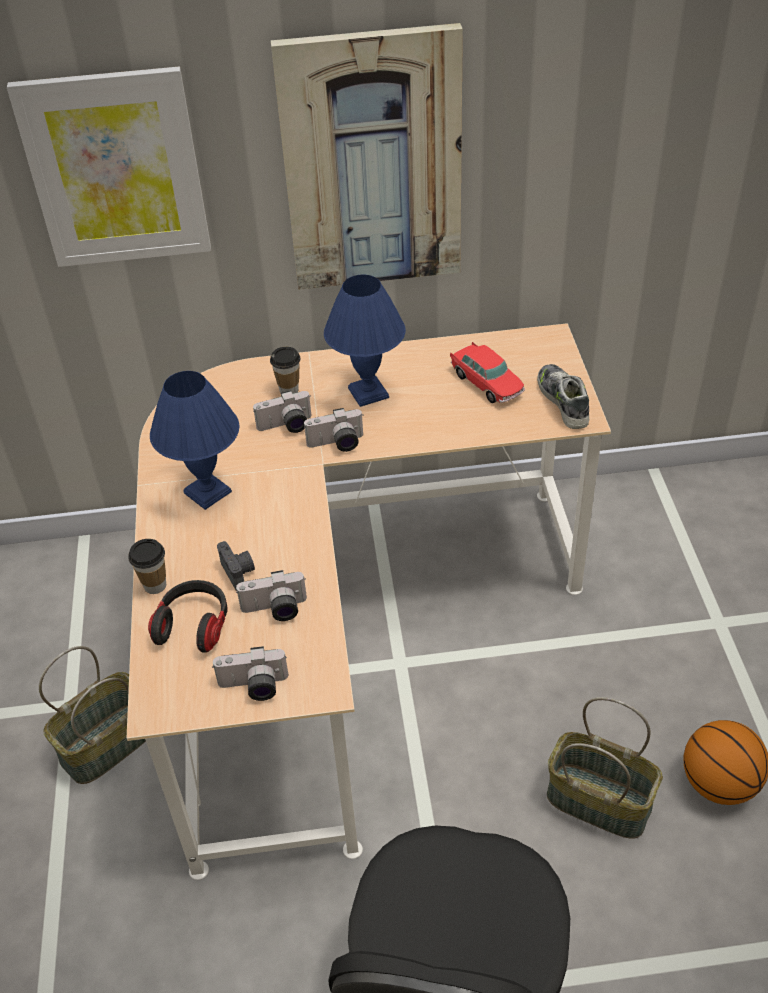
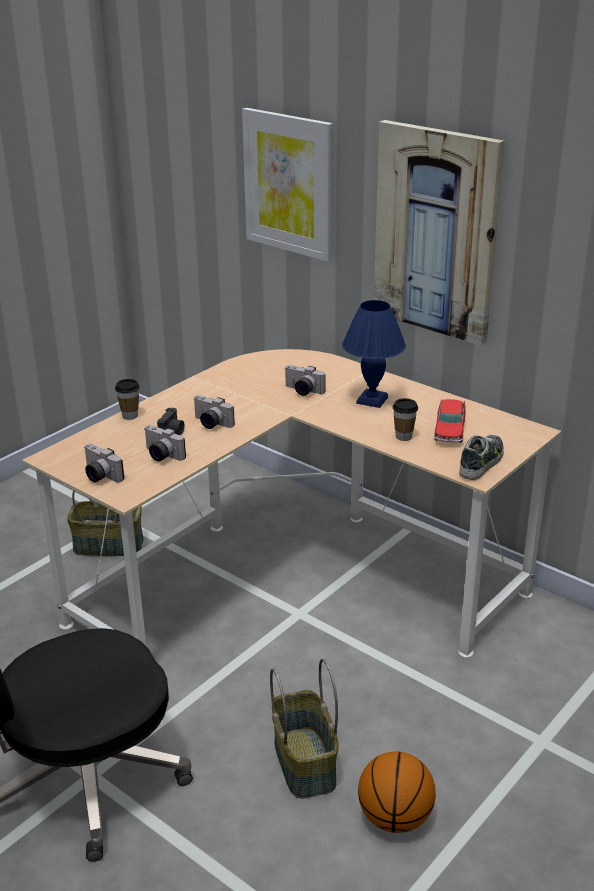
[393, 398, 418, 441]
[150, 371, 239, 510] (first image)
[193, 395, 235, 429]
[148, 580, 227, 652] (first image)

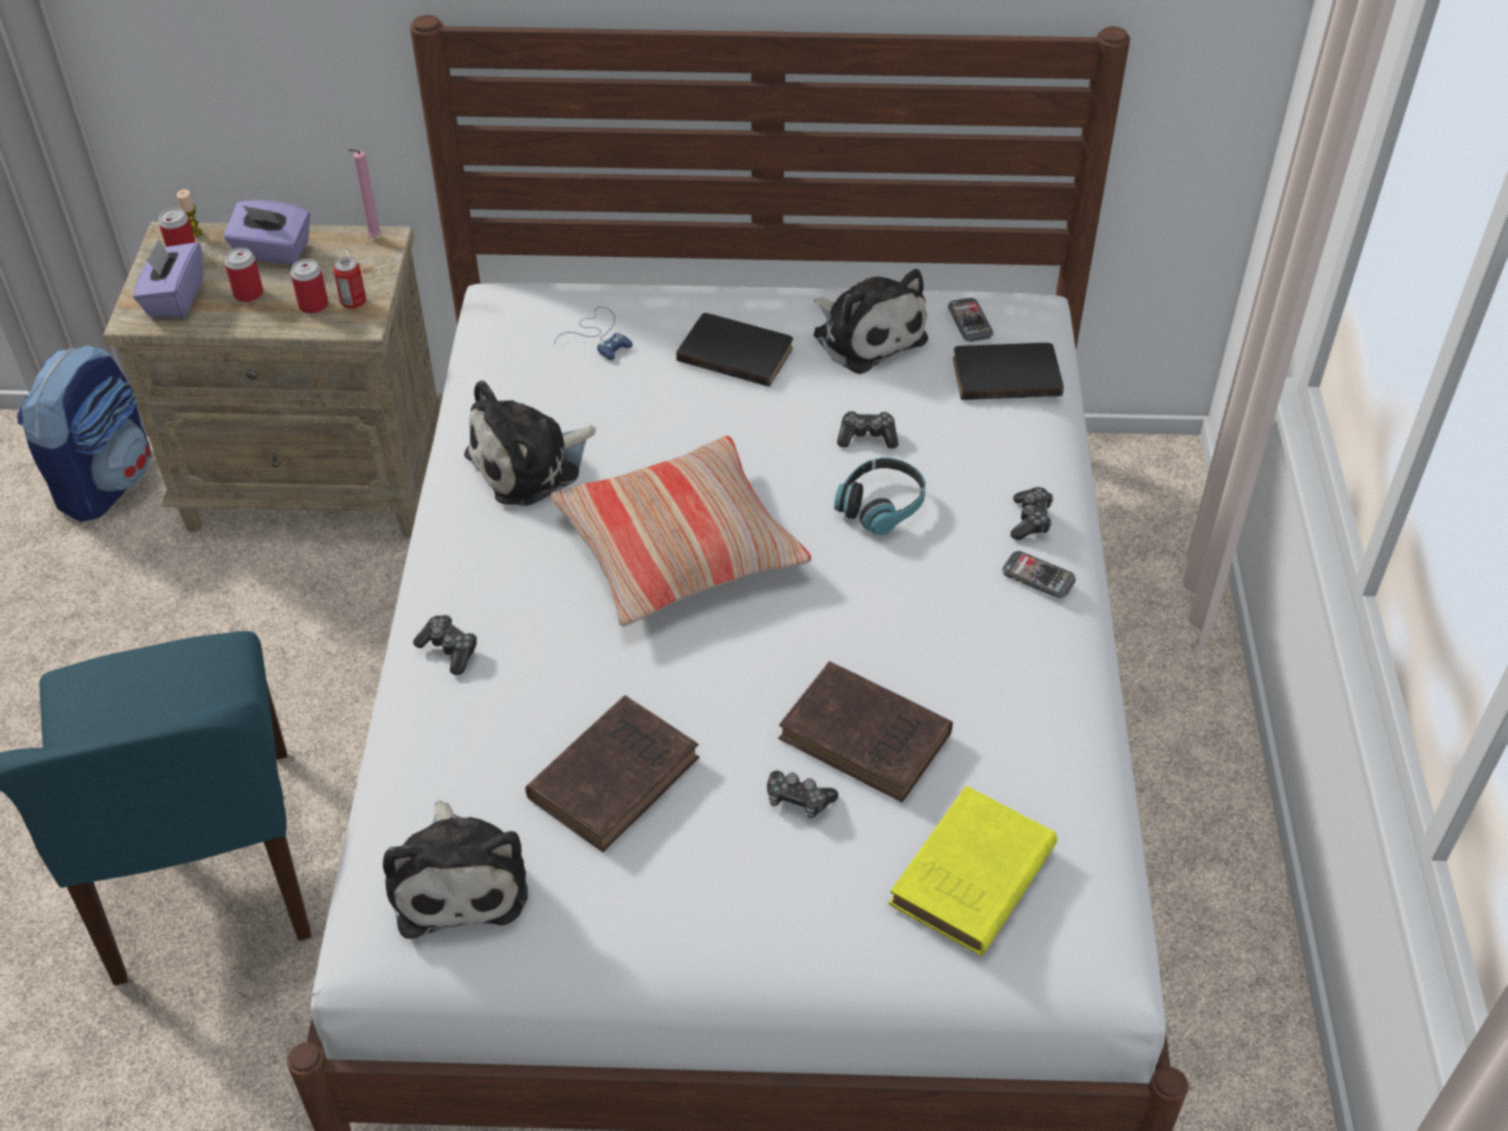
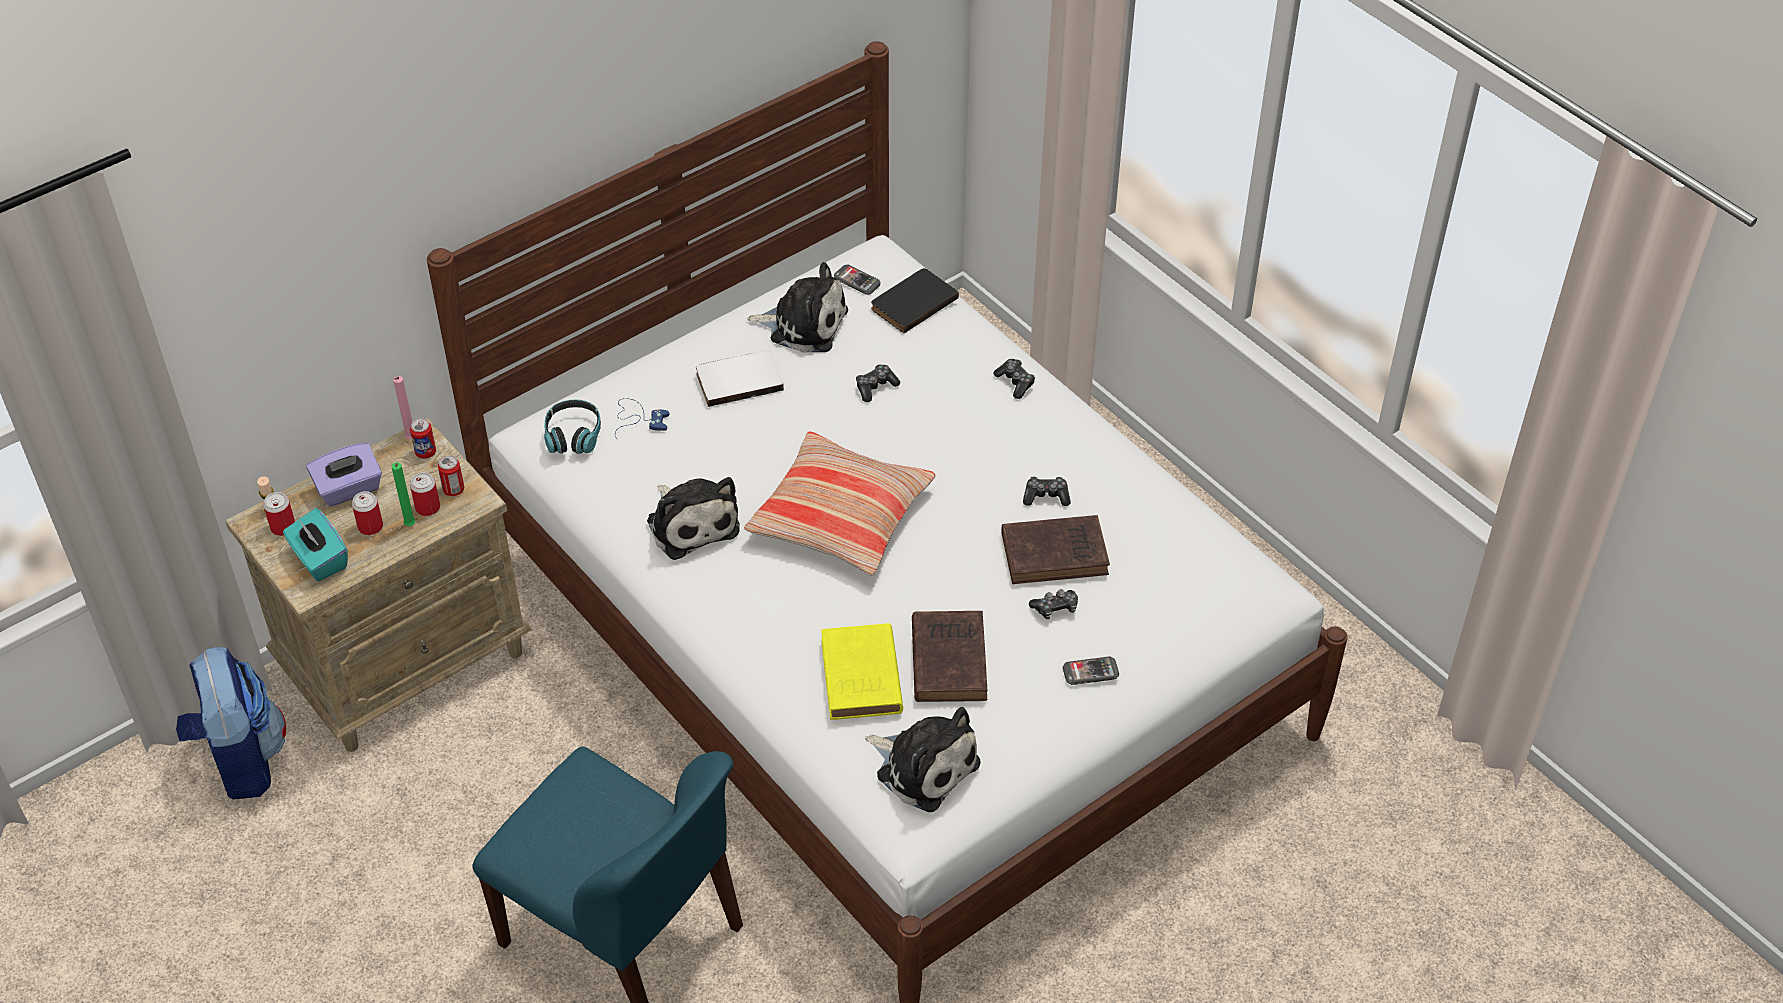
[283, 508, 348, 581]
[696, 350, 784, 407]
[647, 477, 740, 560]
[544, 399, 601, 454]
[1063, 656, 1119, 685]
[1023, 476, 1071, 506]
[821, 623, 903, 720]
[410, 418, 436, 459]
[391, 462, 415, 526]

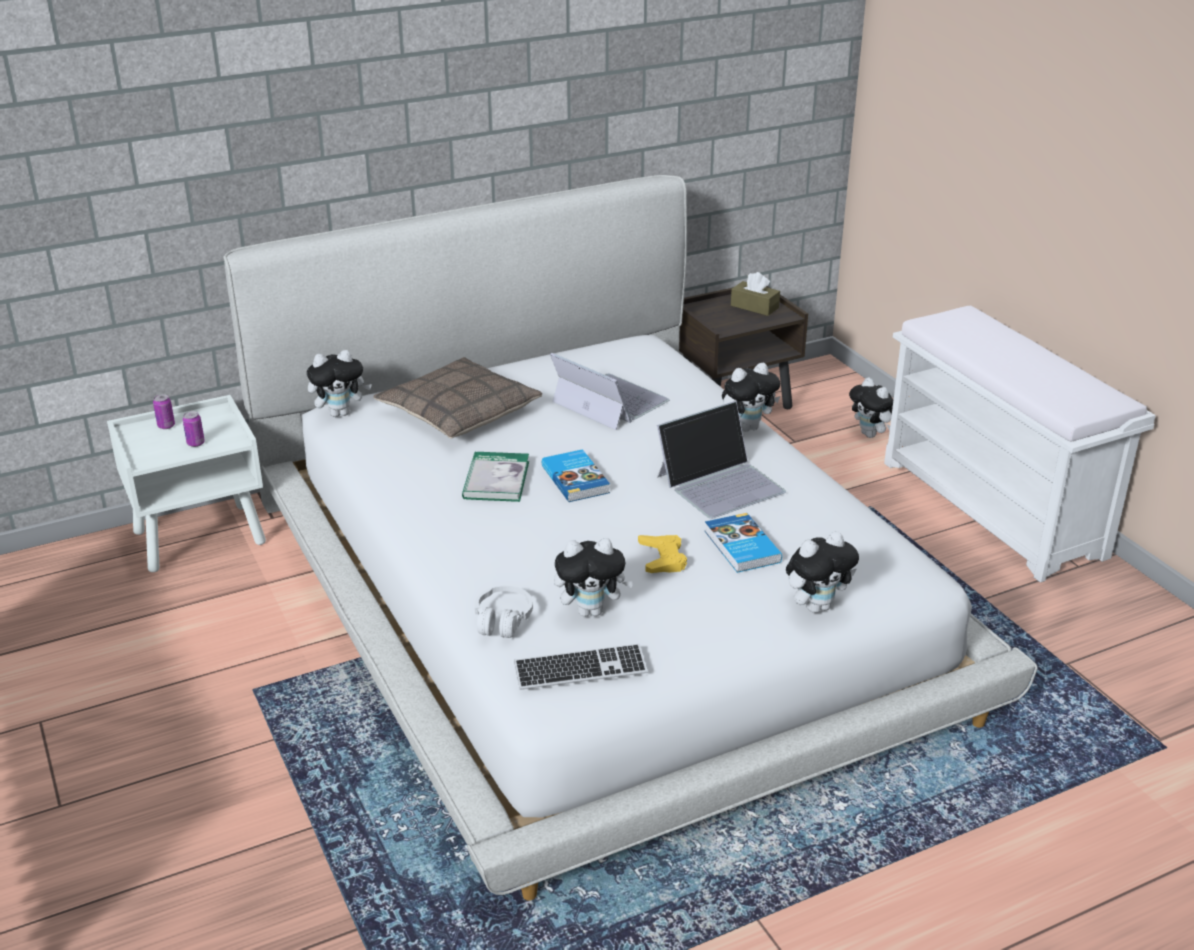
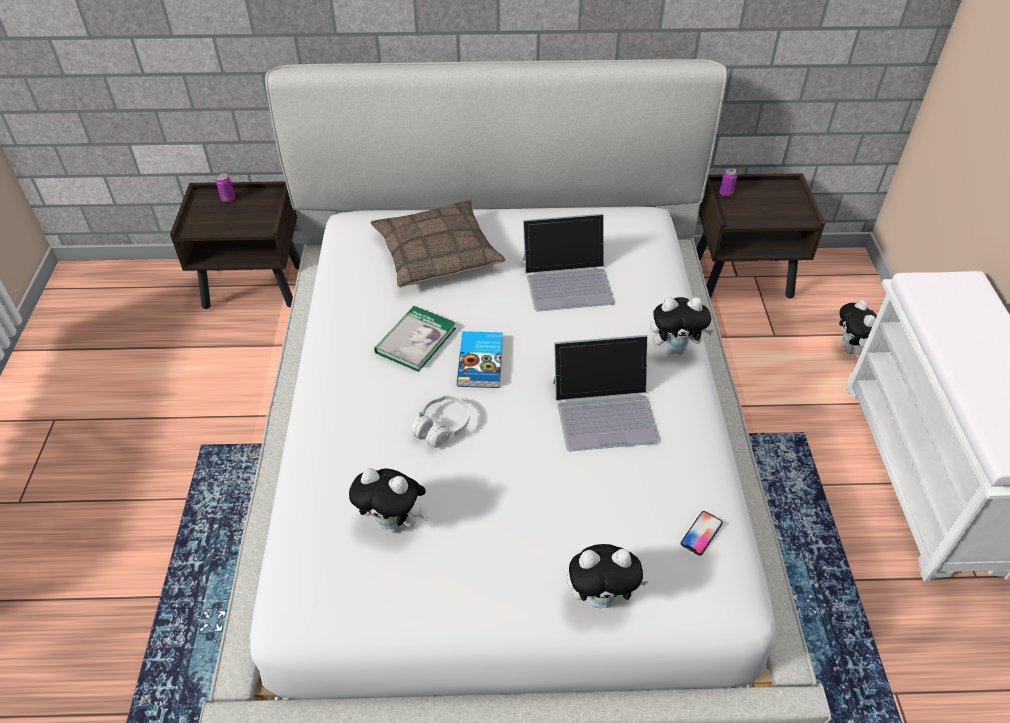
[731, 272, 780, 316] (first image)
[307, 350, 372, 417] (first image)
[523, 214, 615, 311]
[170, 181, 301, 309]
[719, 168, 737, 196]
[705, 513, 782, 573] (first image)
[638, 535, 687, 573] (first image)
[411, 395, 470, 448]
[514, 643, 648, 690] (first image)
[680, 511, 723, 556]

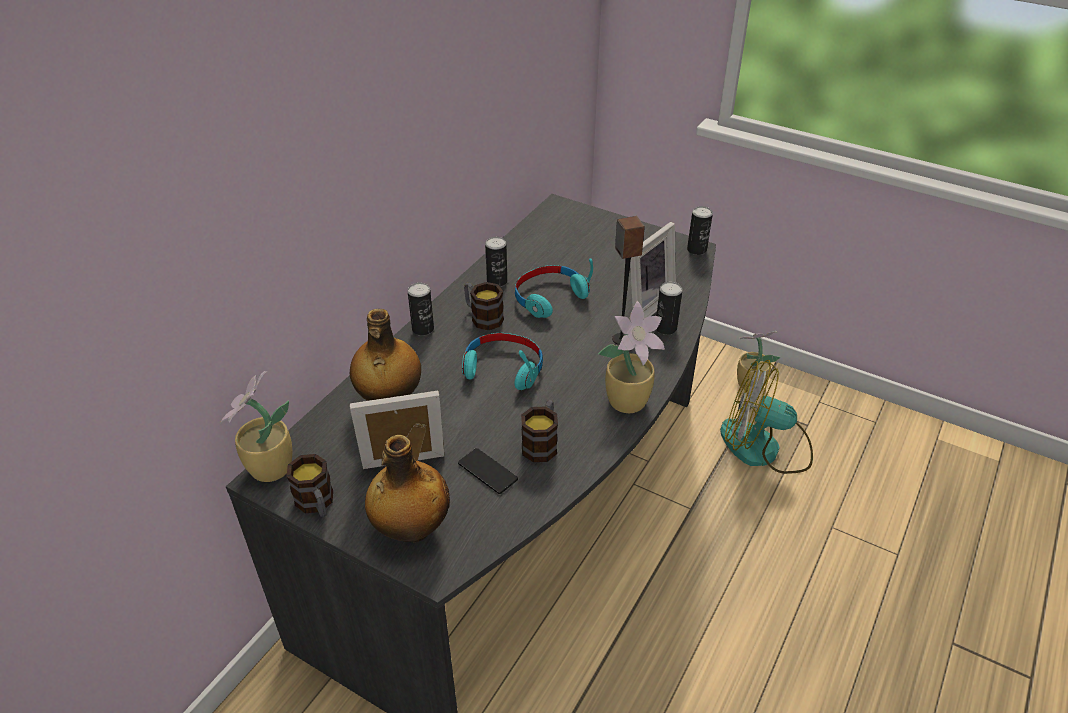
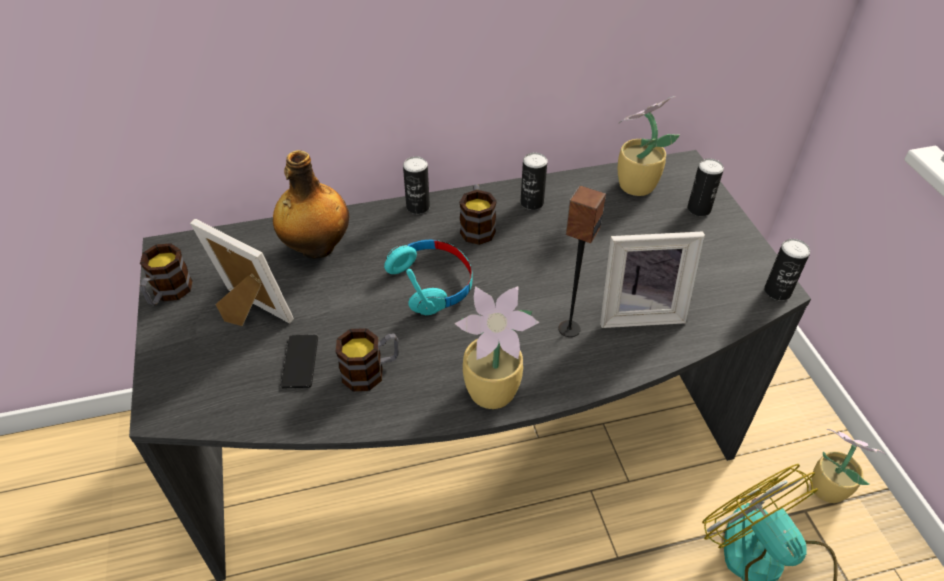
[515, 258, 593, 318] (first image)
[687, 158, 724, 216]
[618, 96, 680, 196]
[365, 435, 450, 543] (first image)

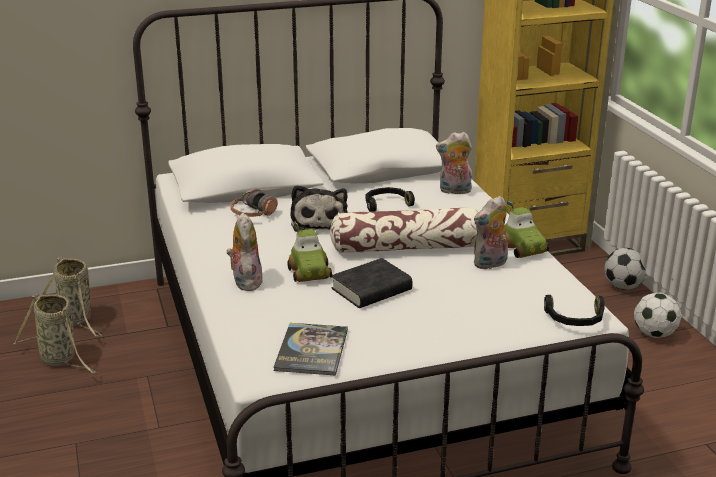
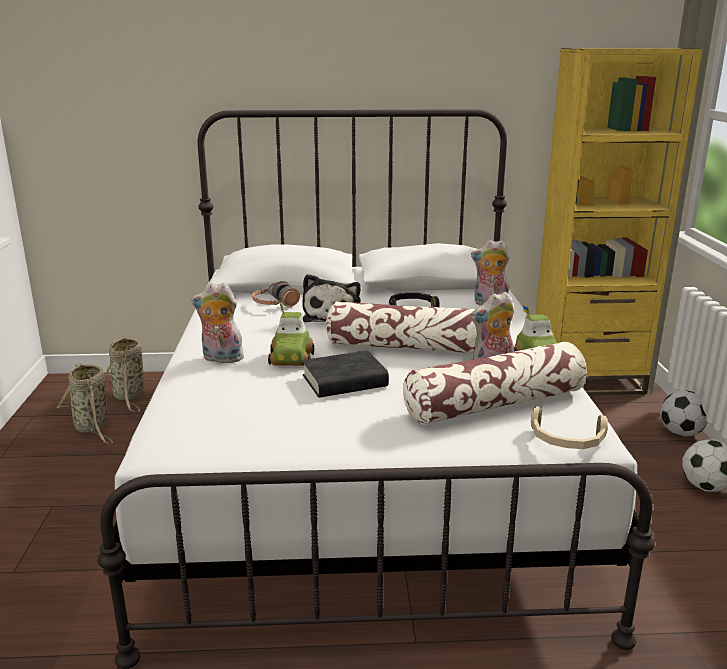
[191, 283, 246, 363]
[531, 407, 608, 449]
[273, 323, 348, 376] (first image)
[403, 342, 587, 425]

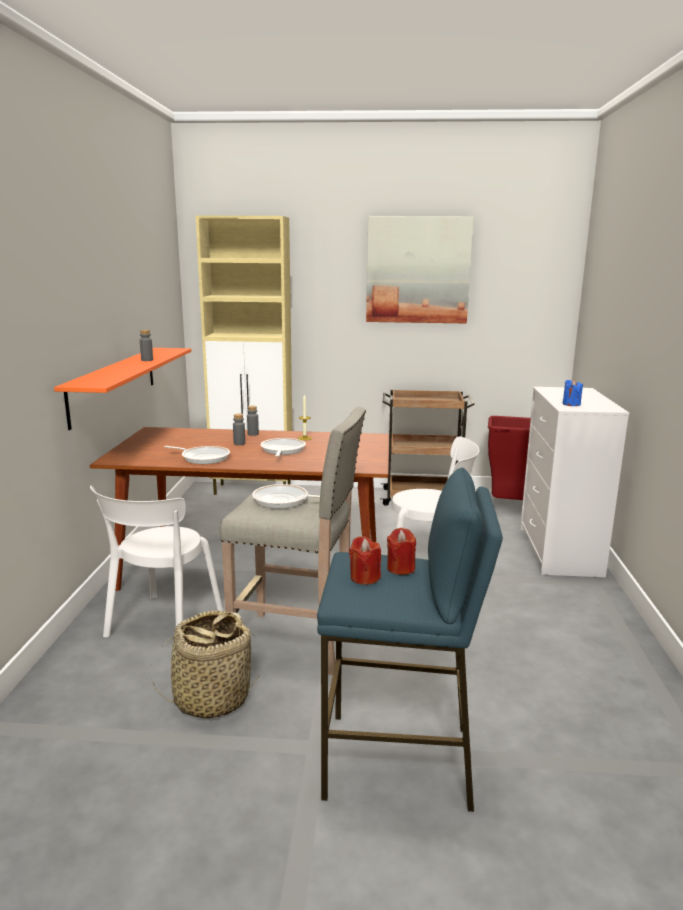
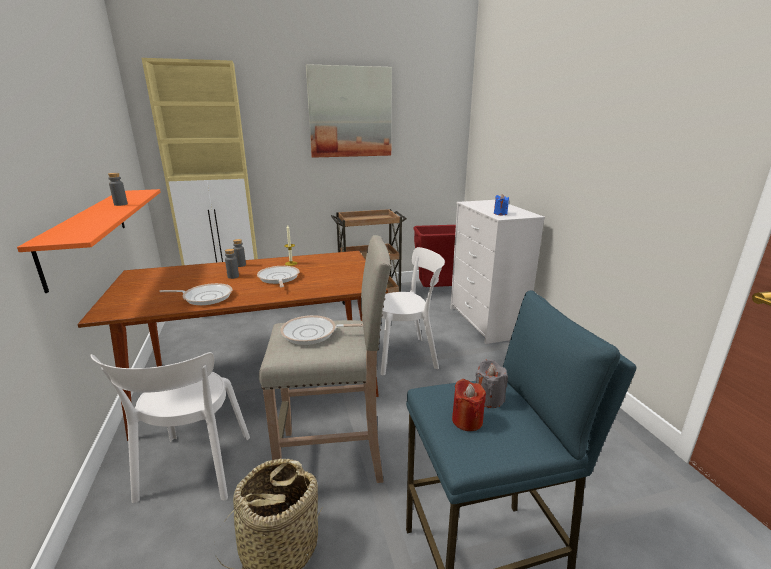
[475, 360, 508, 408]

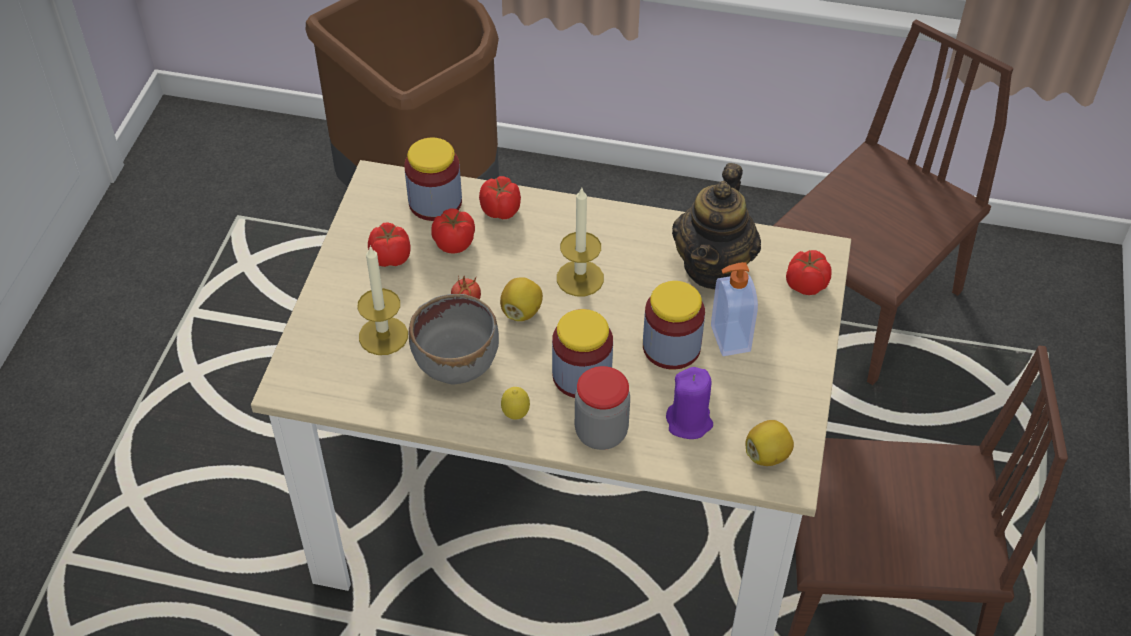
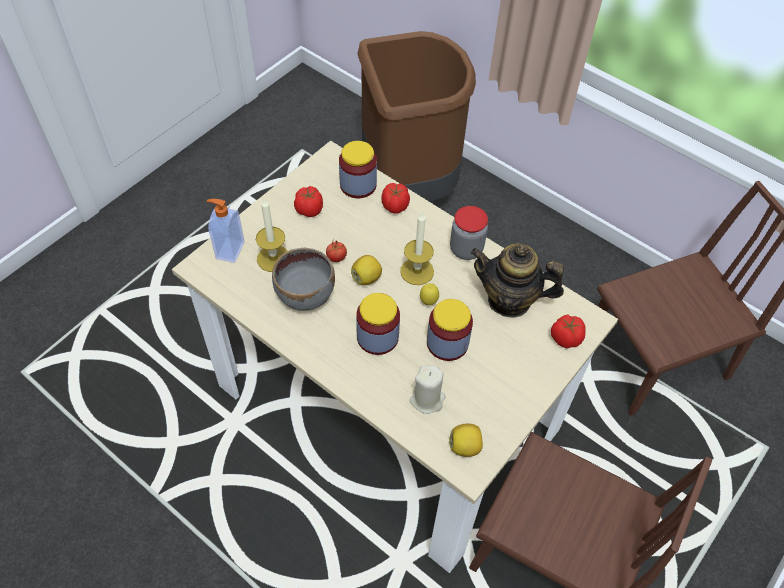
[470, 244, 564, 318]
[431, 208, 475, 253] (first image)
[207, 199, 244, 263]
[450, 206, 488, 260]
[410, 365, 445, 414]
[420, 283, 439, 305]

